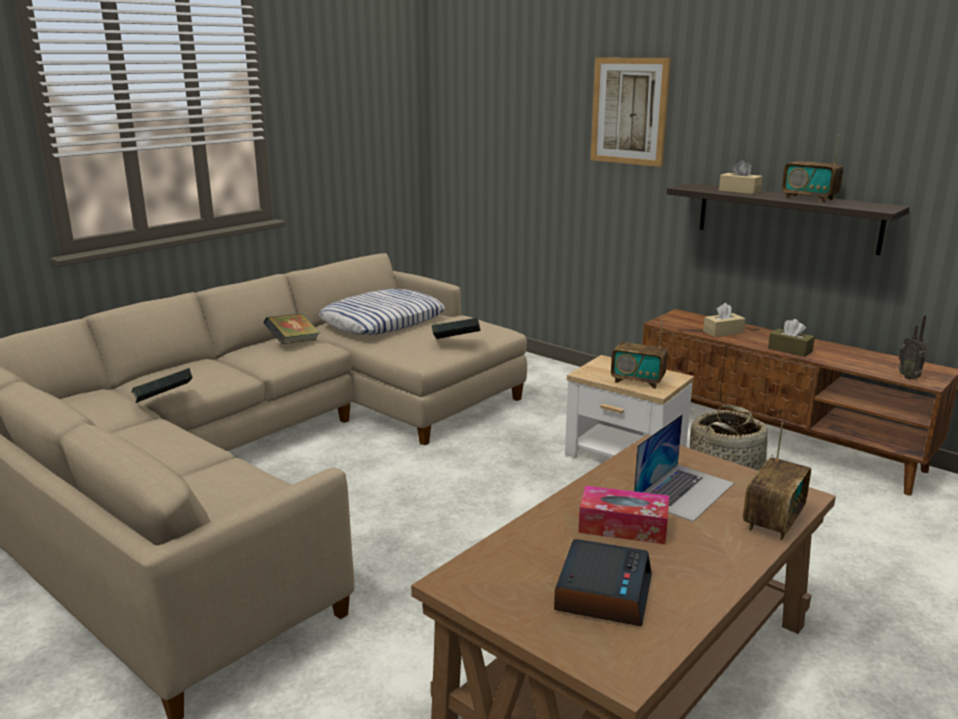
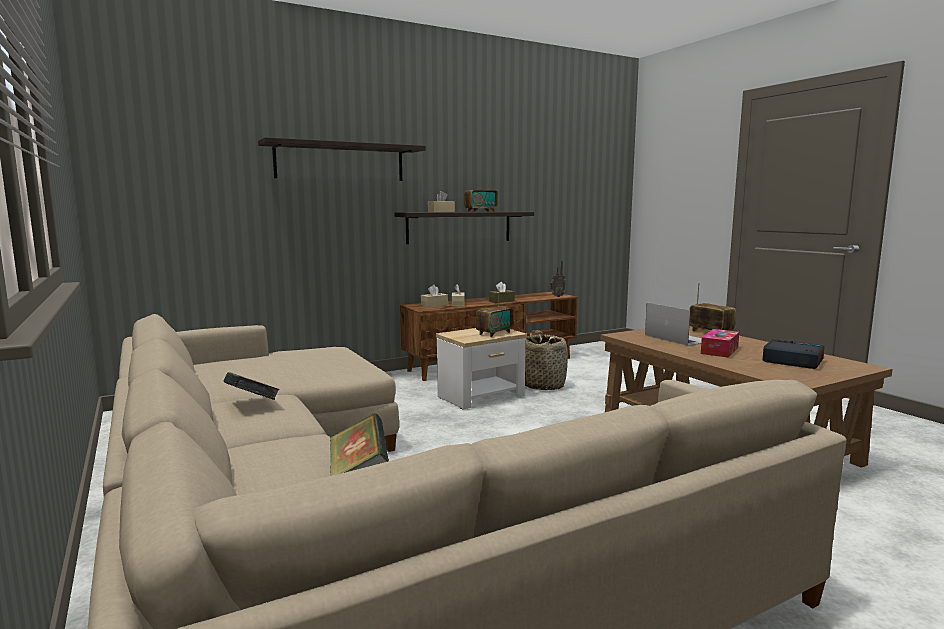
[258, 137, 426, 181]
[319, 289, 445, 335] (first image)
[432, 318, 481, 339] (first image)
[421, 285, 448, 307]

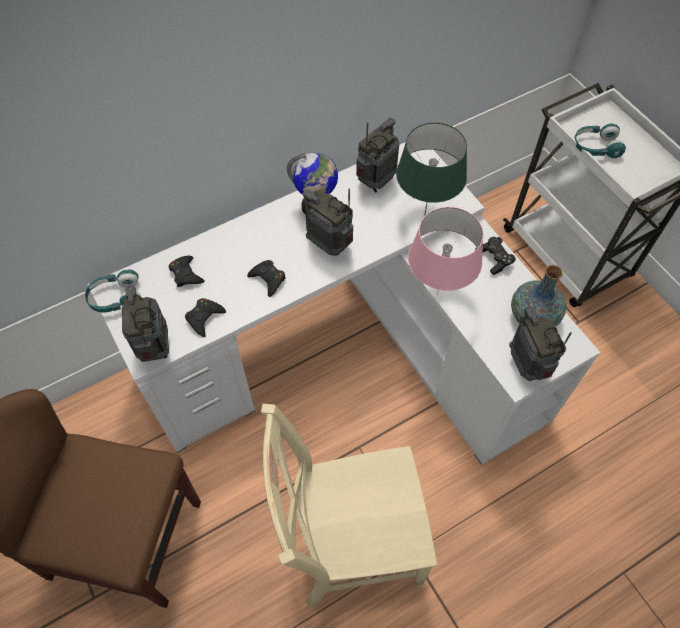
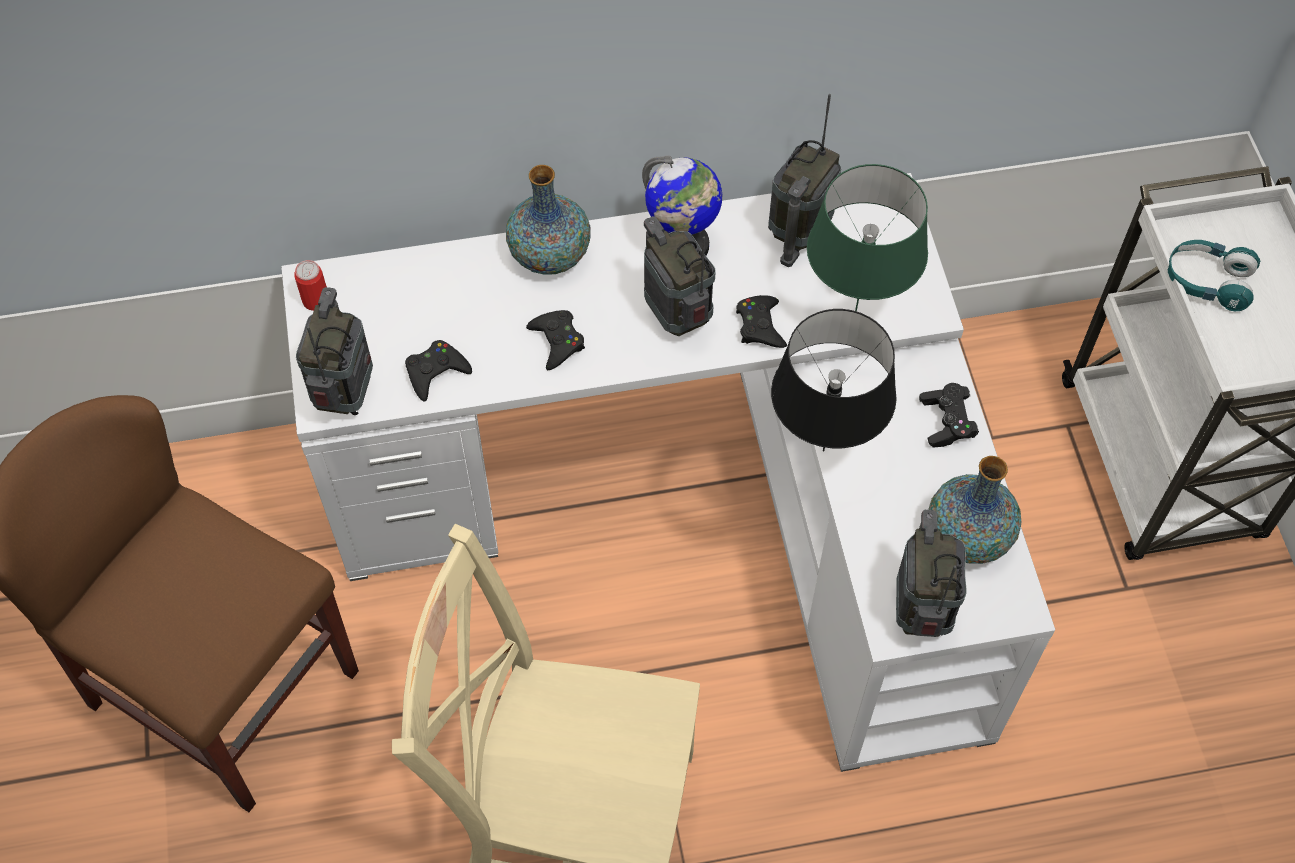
[768, 94, 841, 267]
[771, 309, 897, 452]
[736, 295, 787, 348]
[295, 260, 327, 311]
[506, 165, 591, 275]

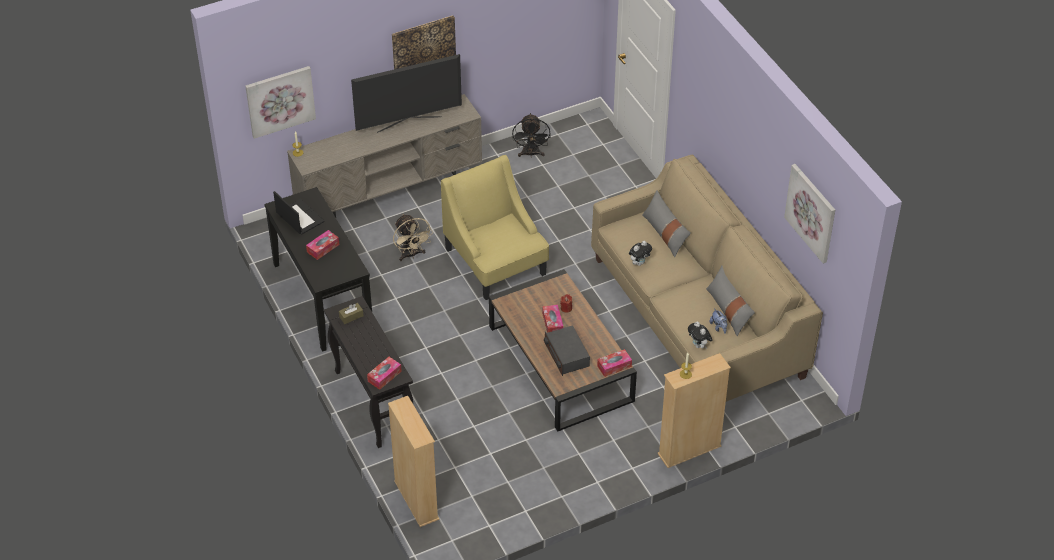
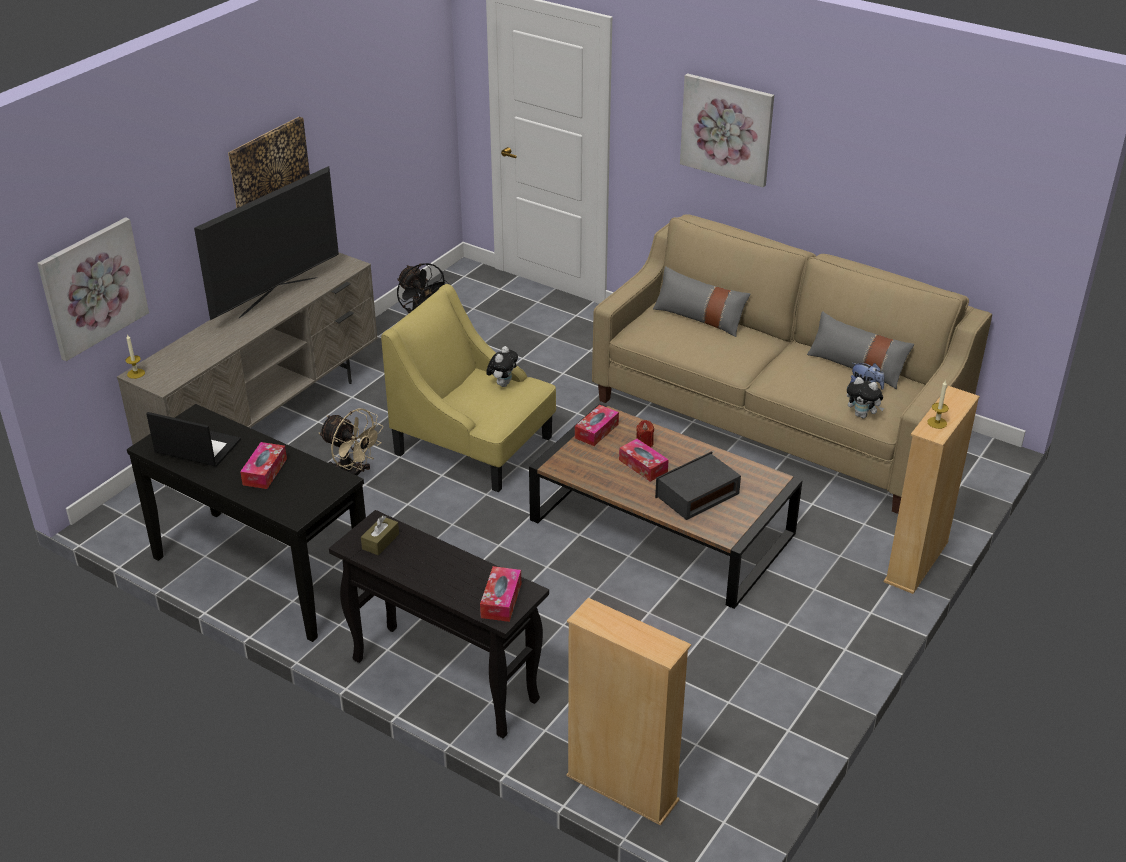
[680, 73, 774, 187]
[486, 346, 518, 387]
[655, 451, 741, 520]
[575, 405, 619, 446]

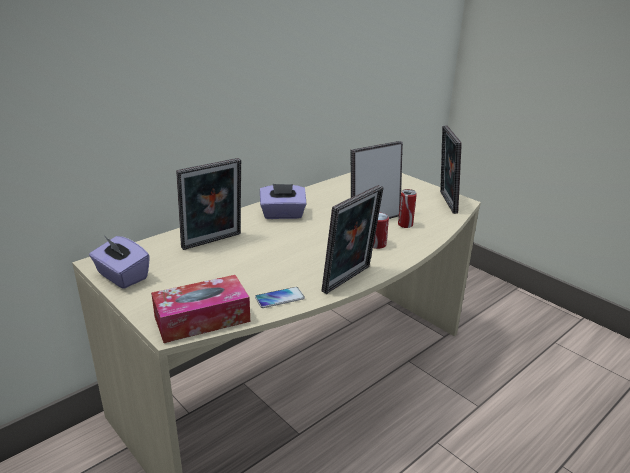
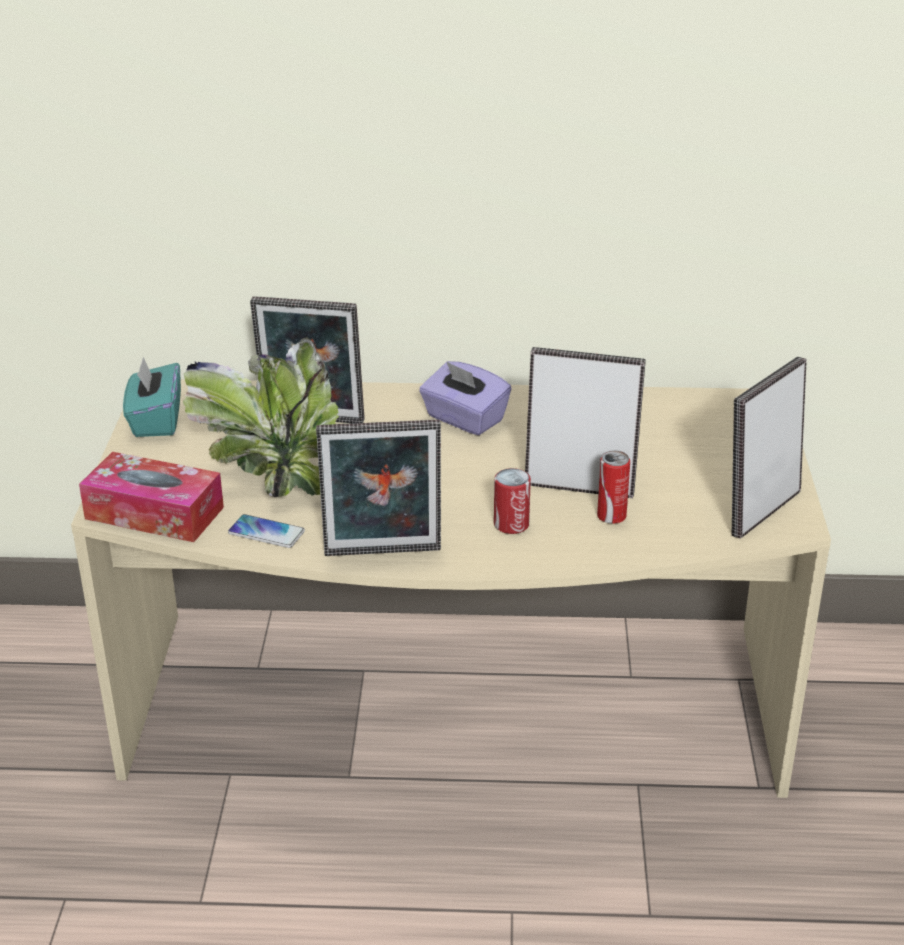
[123, 357, 181, 437]
[183, 337, 339, 497]

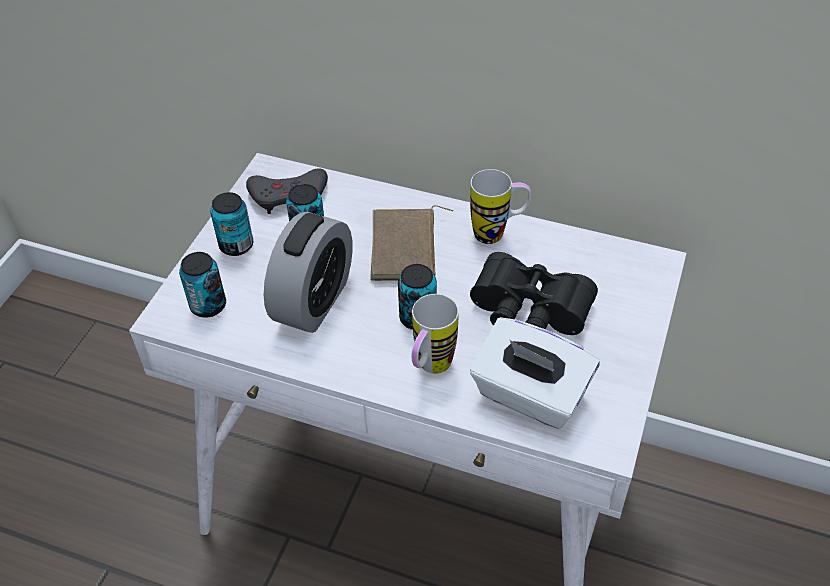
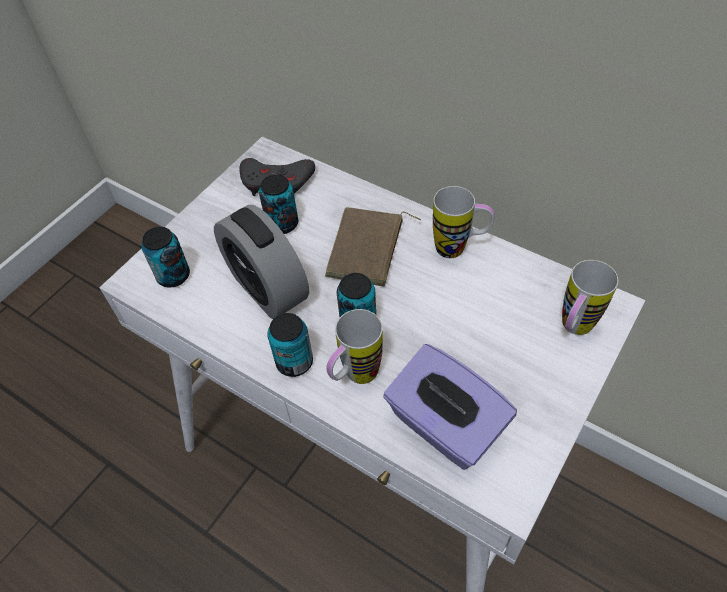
[267, 313, 313, 377]
[214, 205, 309, 319]
[470, 252, 598, 335] (first image)
[383, 344, 517, 470]
[562, 260, 618, 335]

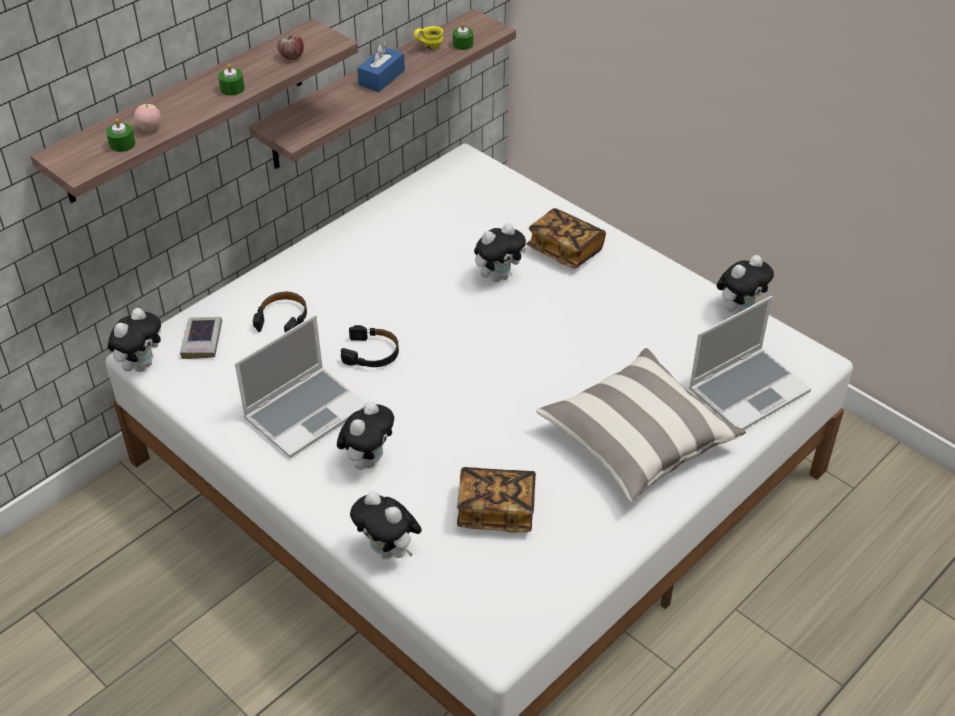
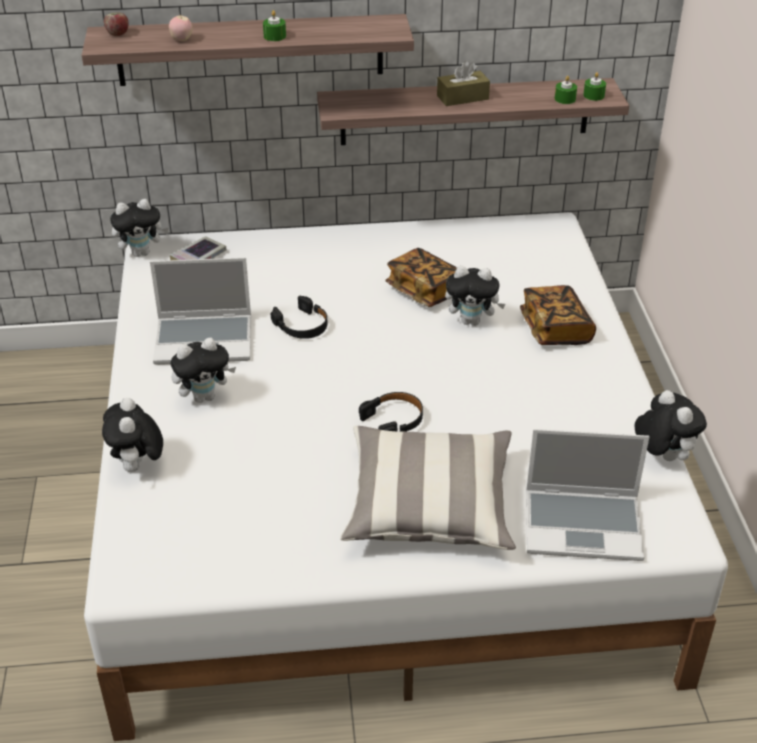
[414, 26, 443, 49] (first image)
[104, 12, 129, 36]
[437, 61, 490, 106]
[583, 72, 606, 101]
[634, 390, 707, 461]
[359, 392, 423, 432]
[385, 248, 457, 307]

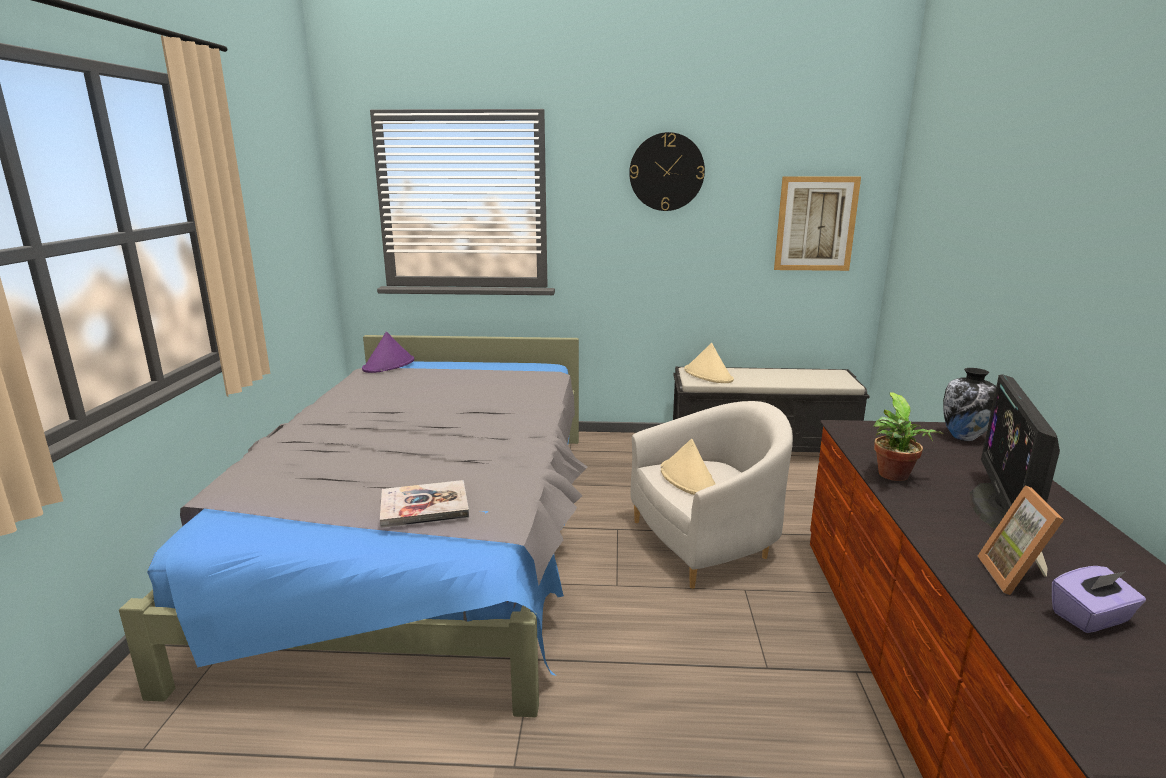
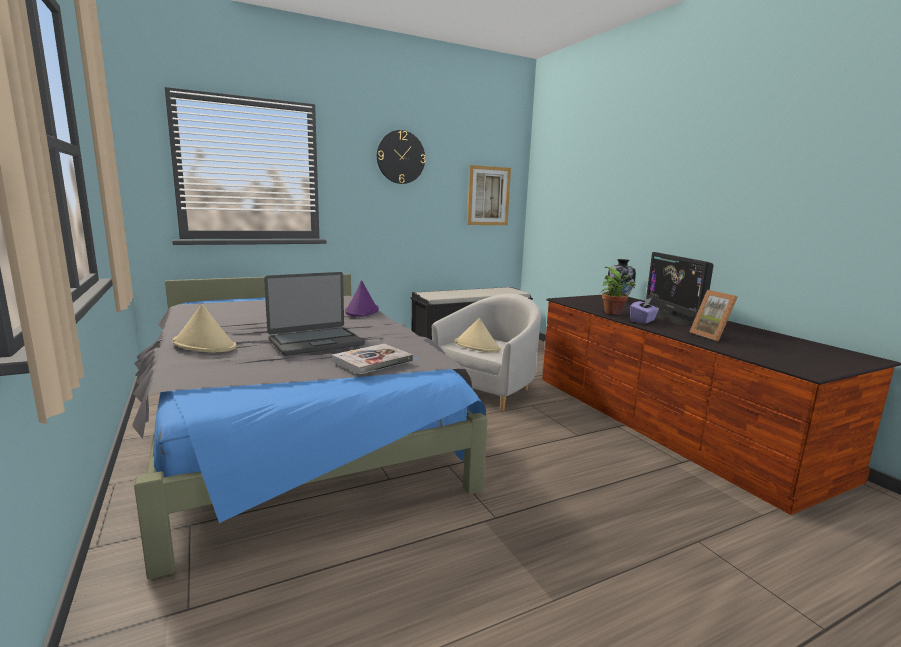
[345, 280, 379, 317]
[172, 304, 237, 353]
[630, 298, 659, 324]
[264, 272, 365, 356]

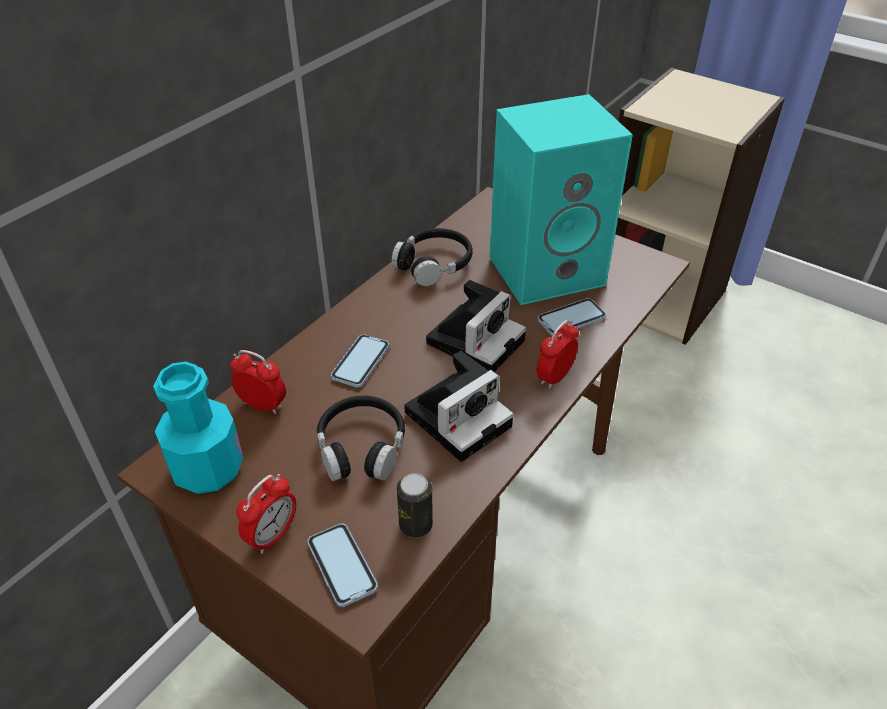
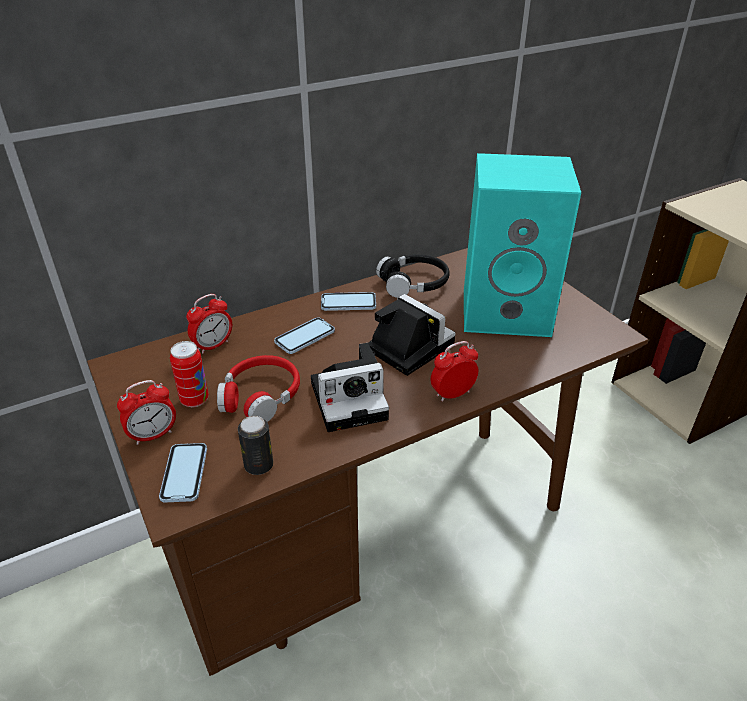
[368, 294, 456, 376]
[321, 292, 376, 311]
[186, 294, 232, 354]
[153, 362, 243, 494] (first image)
[217, 355, 300, 422]
[170, 341, 209, 407]

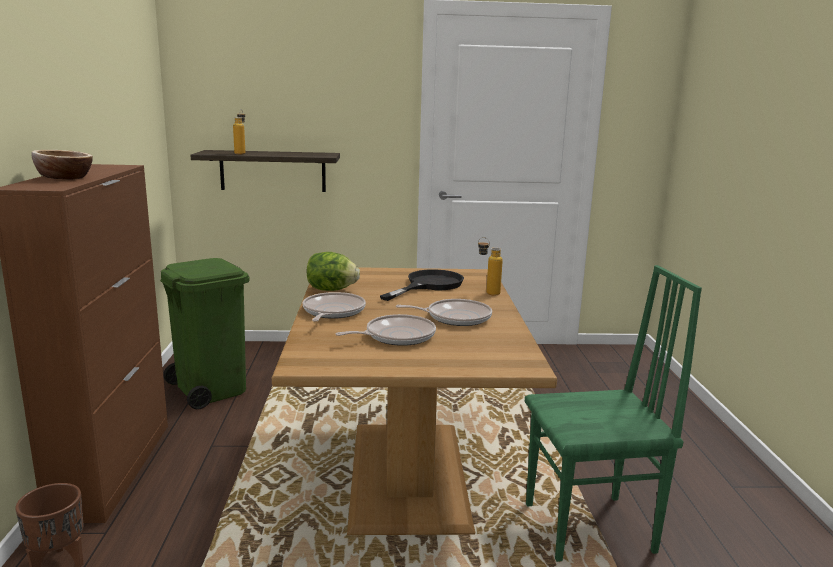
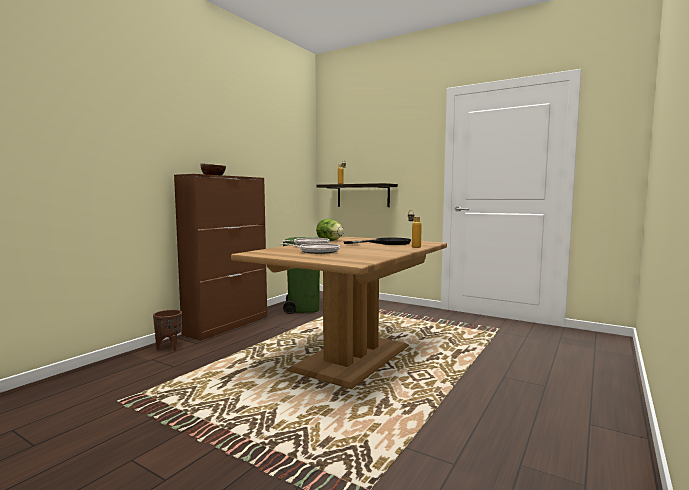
[525, 265, 702, 562] (first image)
[396, 299, 492, 326] (first image)

